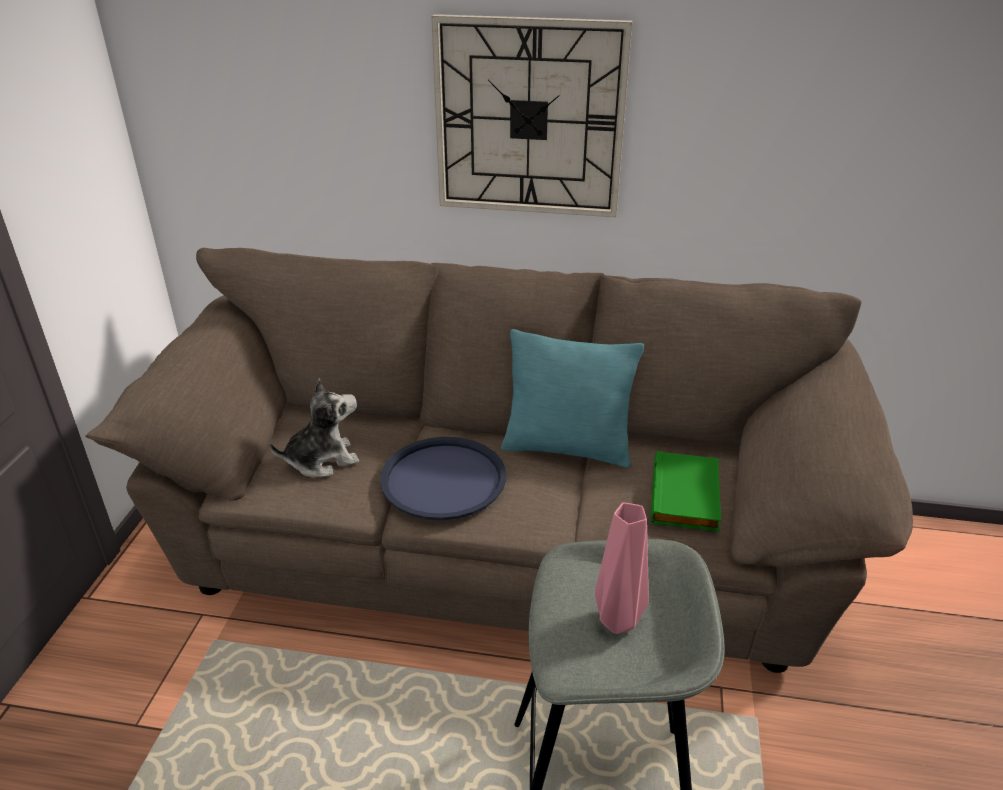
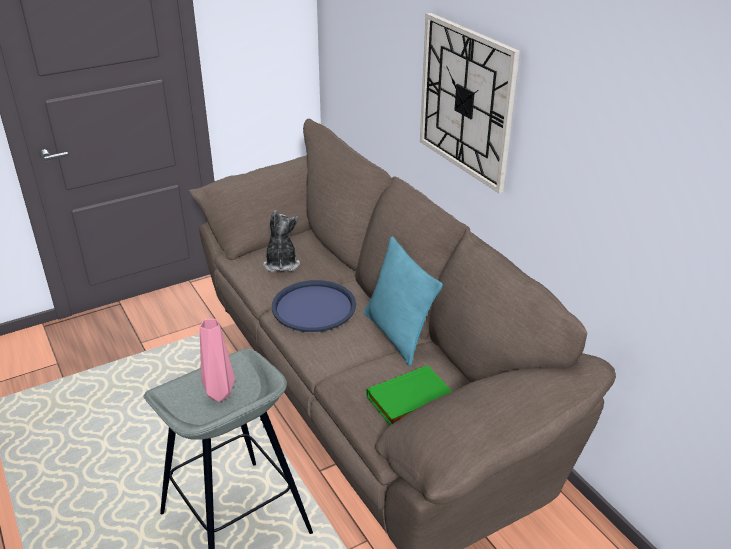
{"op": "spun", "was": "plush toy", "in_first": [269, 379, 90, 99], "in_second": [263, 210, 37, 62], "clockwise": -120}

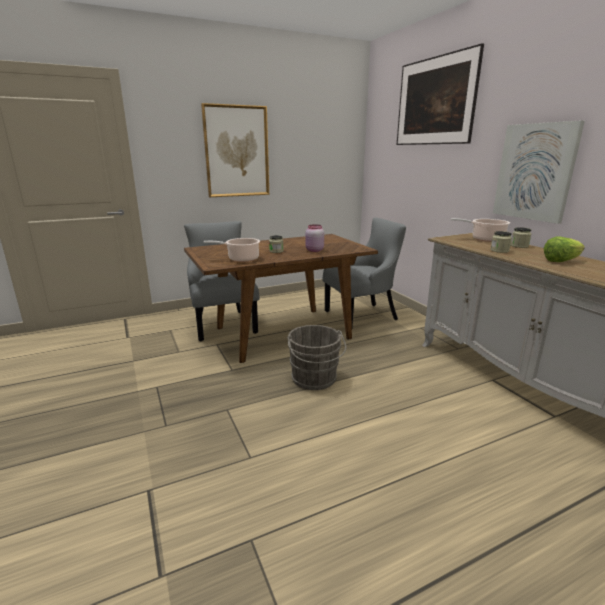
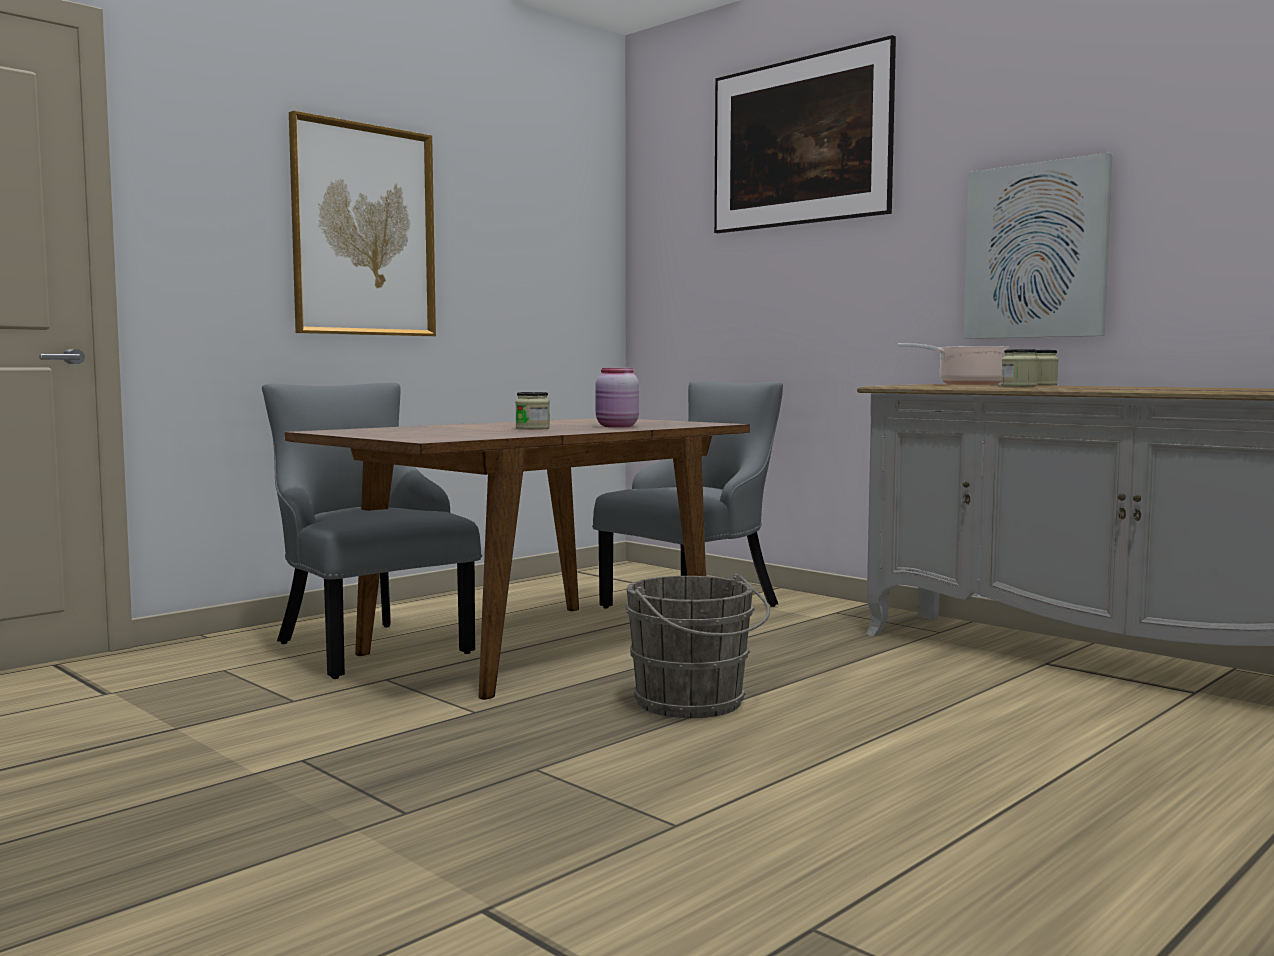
{"op": "missing", "was": "cooking pot", "in_first": [204, 238, 56, 24]}
{"op": "missing", "was": "lettuce", "in_first": [544, 237, 41, 25]}

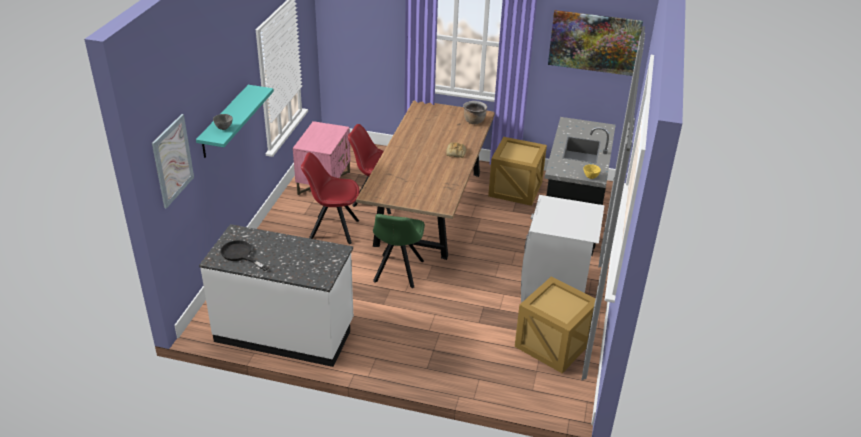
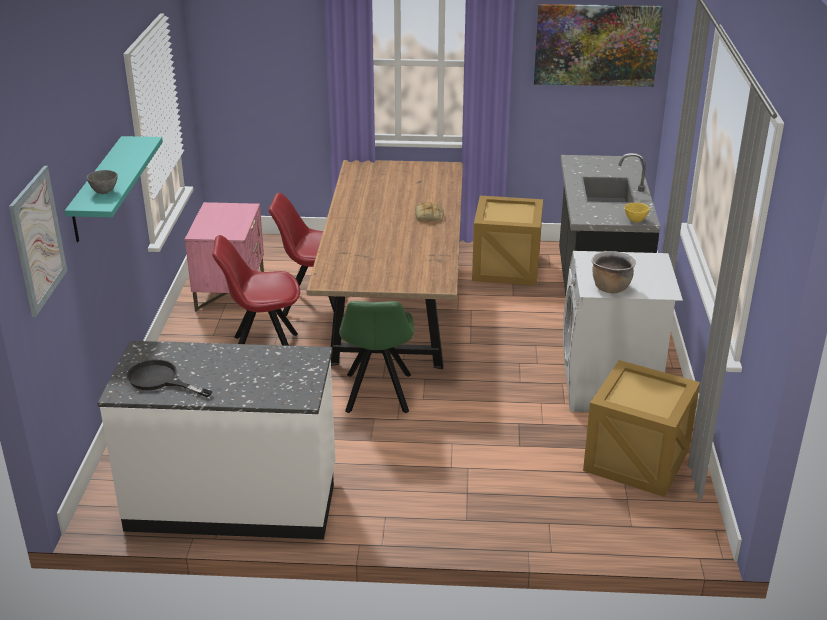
{"op": "relocated", "was": "cooking pot (brown)", "in_first": [463, 101, 24, 23], "in_second": [592, 251, 44, 42]}

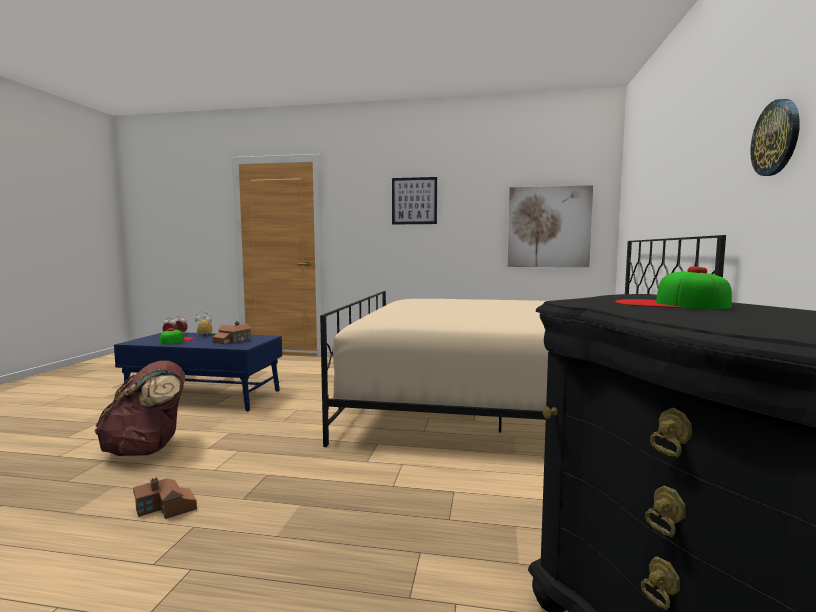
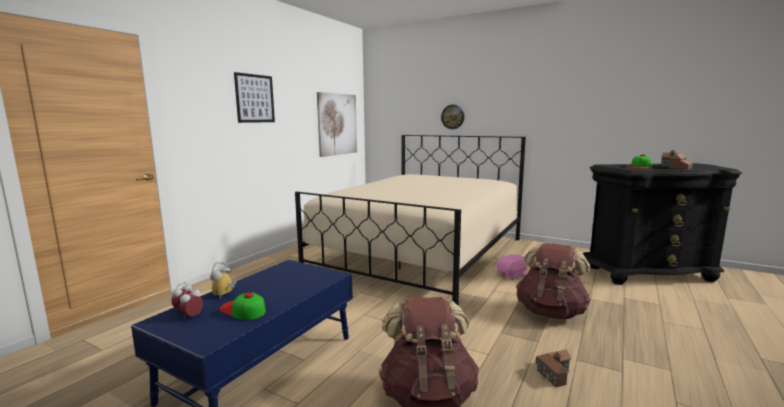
{"op": "relocated", "was": "wall clock", "in_first": [750, 99, 50, 77], "in_second": [441, 105, 23, 24]}
{"op": "appeared", "now": "plush toy (pink)", "in_second": [497, 254, 30, 26]}
{"op": "appeared", "now": "backpack (brown)", "in_second": [516, 243, 75, 76]}
{"op": "relocated", "was": "toy house", "in_first": [213, 321, 38, 23], "in_second": [661, 150, 32, 20]}

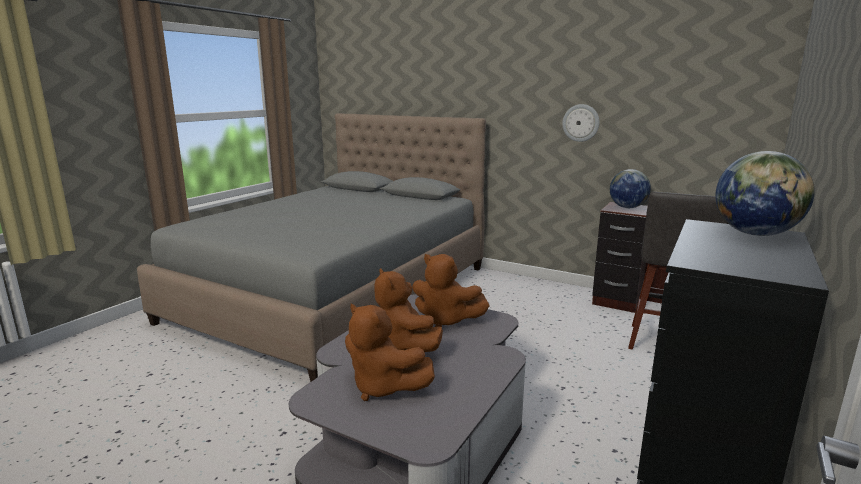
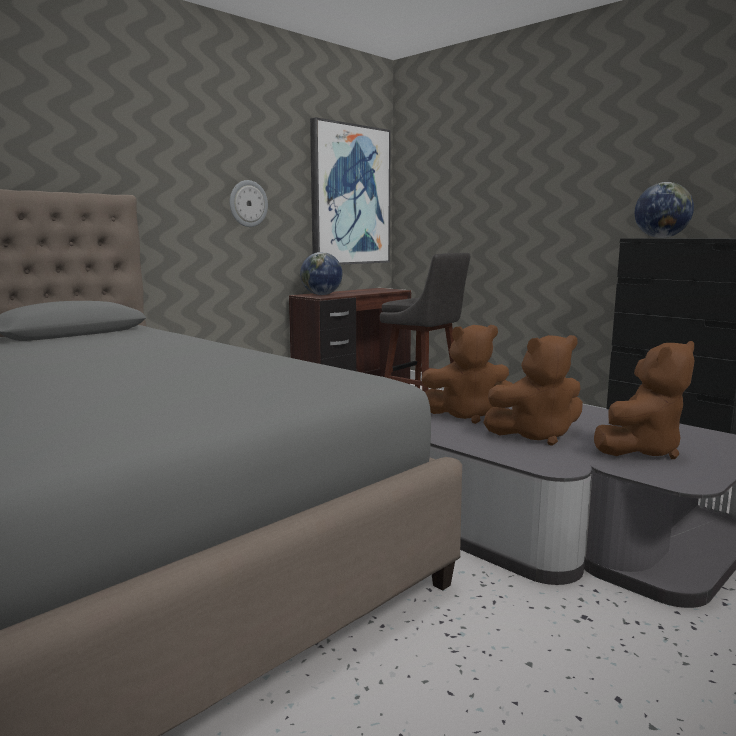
{"op": "appeared", "now": "picture", "in_second": [310, 117, 81, 148]}
{"op": "spun", "was": "plush toy (brown)", "in_first": [412, 254, 78, 73], "in_second": [421, 325, 92, 99], "clockwise": 45}

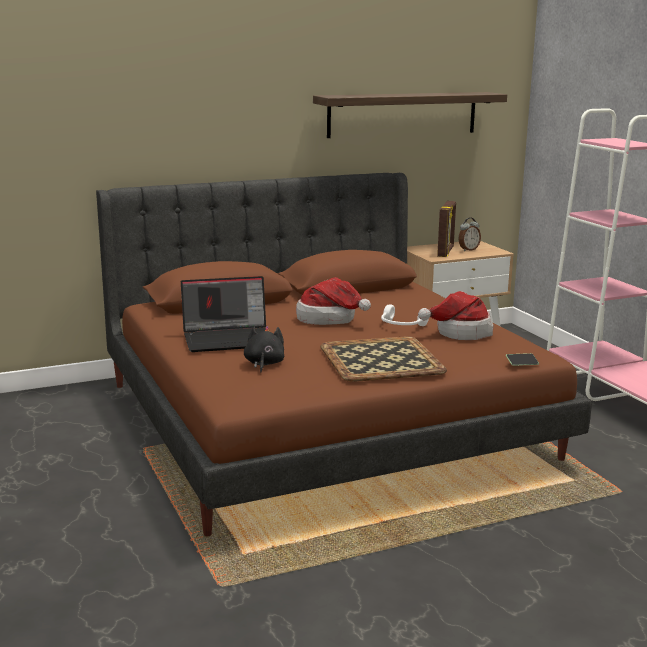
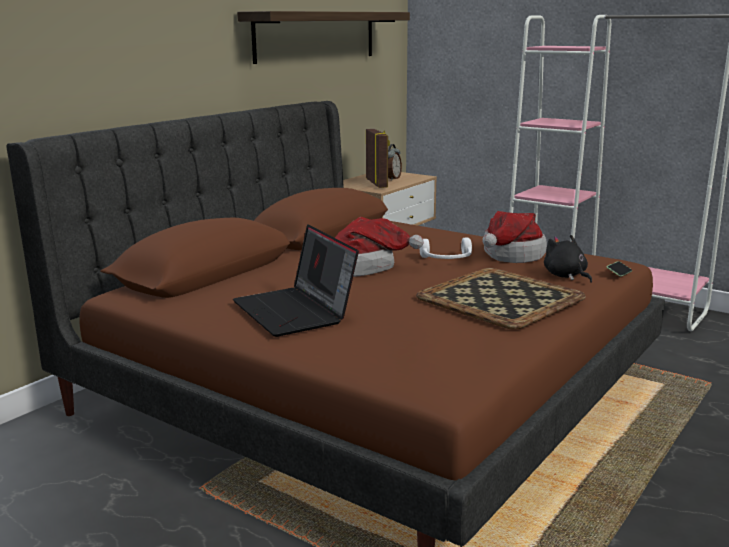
{"op": "spun", "was": "laptop", "in_first": [181, 276, 85, 76], "in_second": [233, 225, 126, 112], "clockwise": 105}
{"op": "relocated", "was": "plush toy (black)", "in_first": [244, 326, 40, 46], "in_second": [544, 235, 48, 48]}

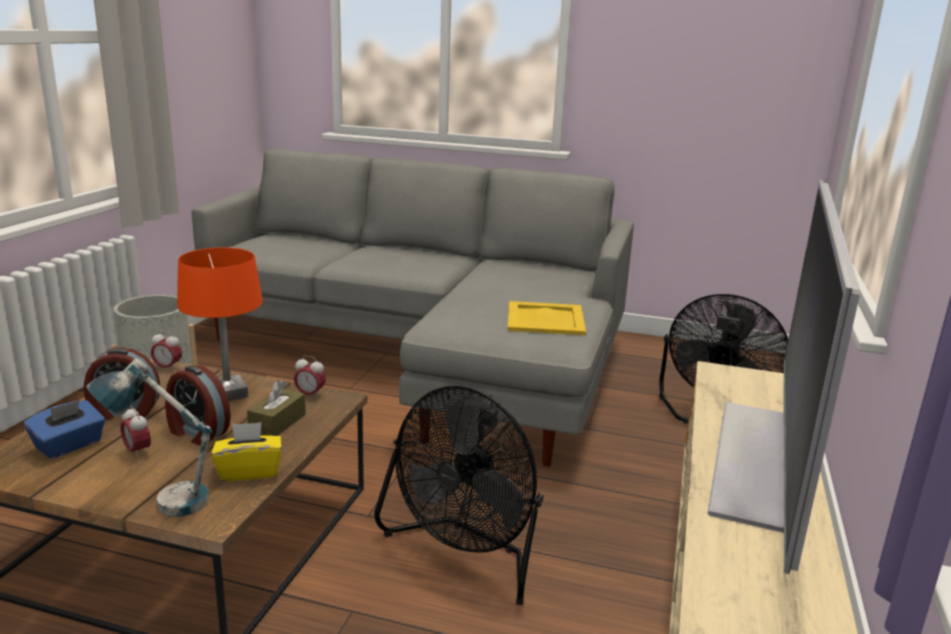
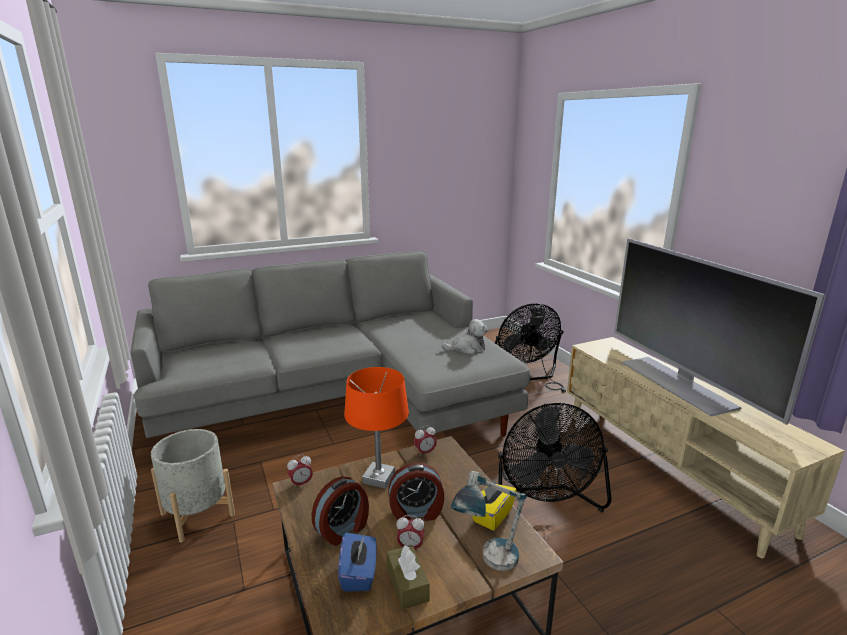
{"op": "relocated", "was": "tissue box (brown)", "in_first": [247, 380, 59, 56], "in_second": [387, 545, 43, 65]}
{"op": "exchanged", "was": "tray (yellow)", "now": "plush toy", "in_first": [508, 301, 78, 34], "in_second": [442, 319, 46, 35]}

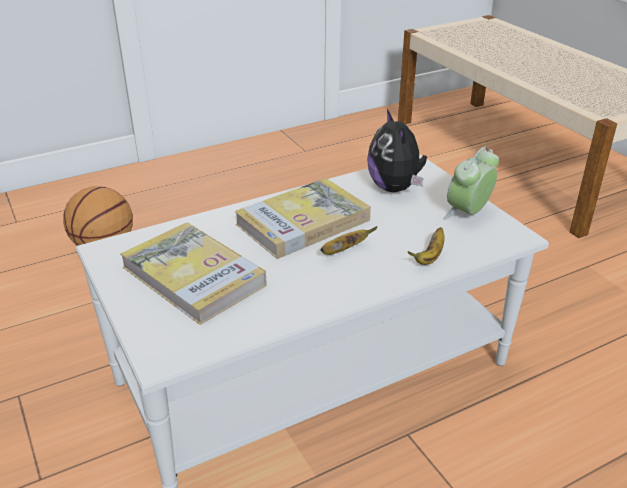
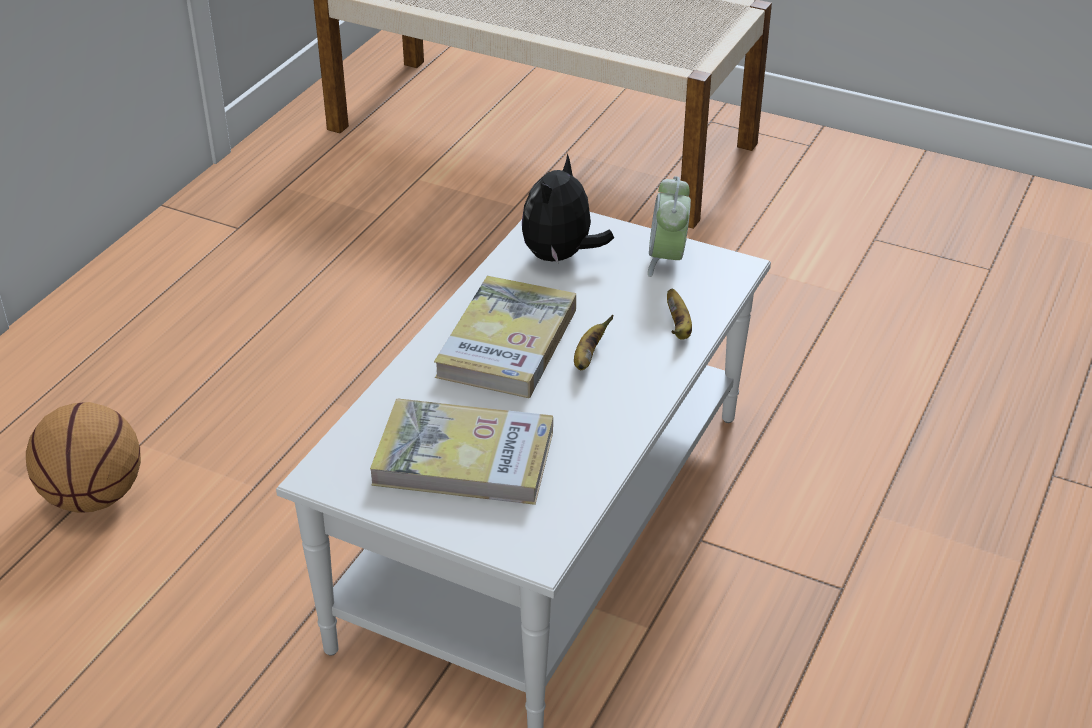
{"op": "spun", "was": "plush toy", "in_first": [367, 109, 60, 83], "in_second": [522, 153, 92, 112], "clockwise": 75}

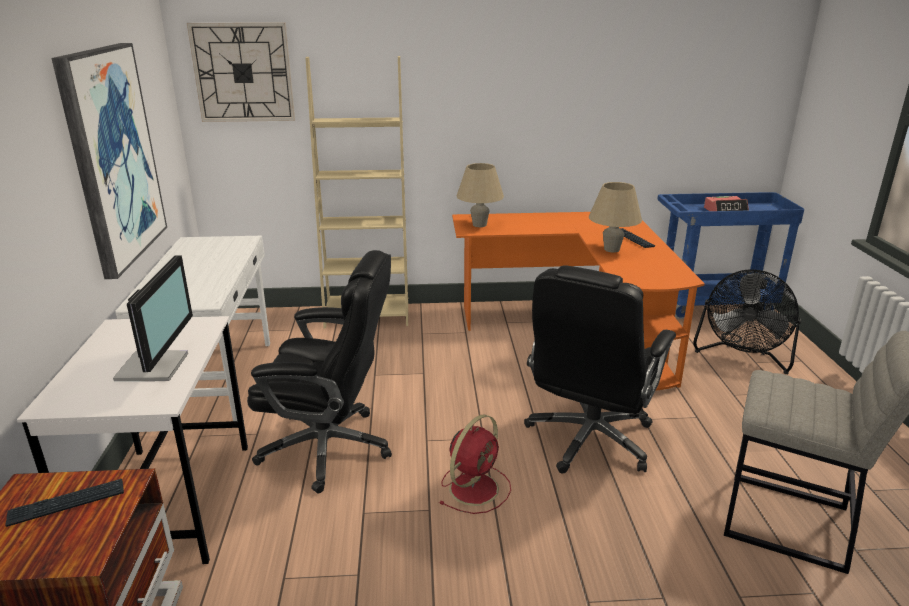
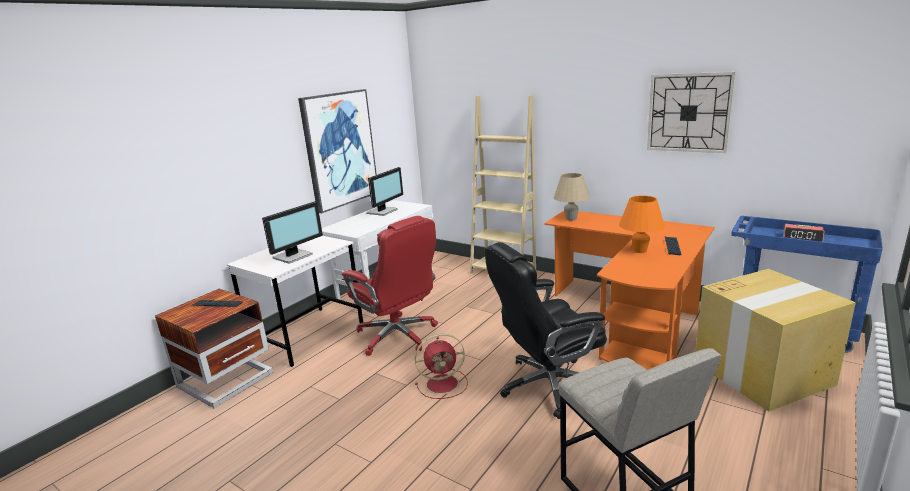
{"op": "colour", "was": "office chair (black)", "now": "office chair (red)", "in_first": [247, 250, 145, 244], "in_second": [342, 216, 96, 140]}
{"op": "appeared", "now": "monitor", "in_second": [366, 167, 37, 49]}
{"op": "colour", "was": "table lamp (beige)", "now": "table lamp (orange)", "in_first": [589, 182, 53, 71], "in_second": [619, 195, 46, 58]}
{"op": "relocated", "was": "wall clock", "in_first": [187, 22, 108, 100], "in_second": [647, 72, 89, 81]}
{"op": "exchanged", "was": "fan (black)", "now": "cardboard box", "in_first": [694, 269, 107, 105], "in_second": [696, 269, 160, 142]}

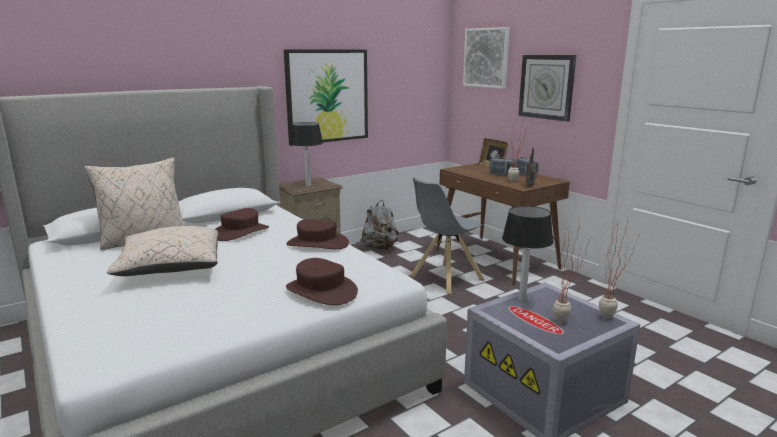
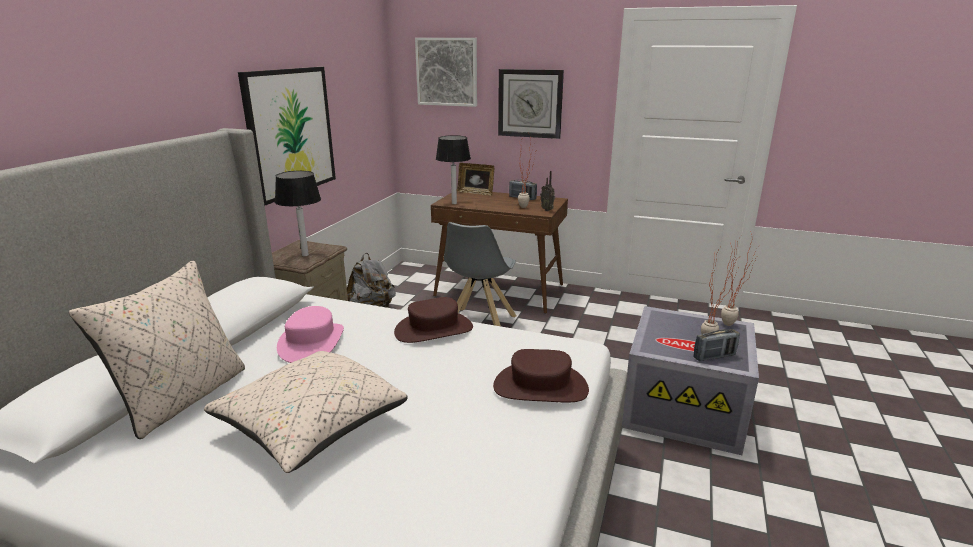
{"op": "colour", "was": "hat (brown)", "now": "hat (pink)", "in_first": [215, 208, 54, 33], "in_second": [277, 306, 67, 57]}
{"op": "relocated", "was": "table lamp", "in_first": [502, 206, 51, 95], "in_second": [436, 135, 35, 69]}
{"op": "relocated", "was": "radio", "in_first": [489, 157, 29, 18], "in_second": [694, 329, 46, 32]}

